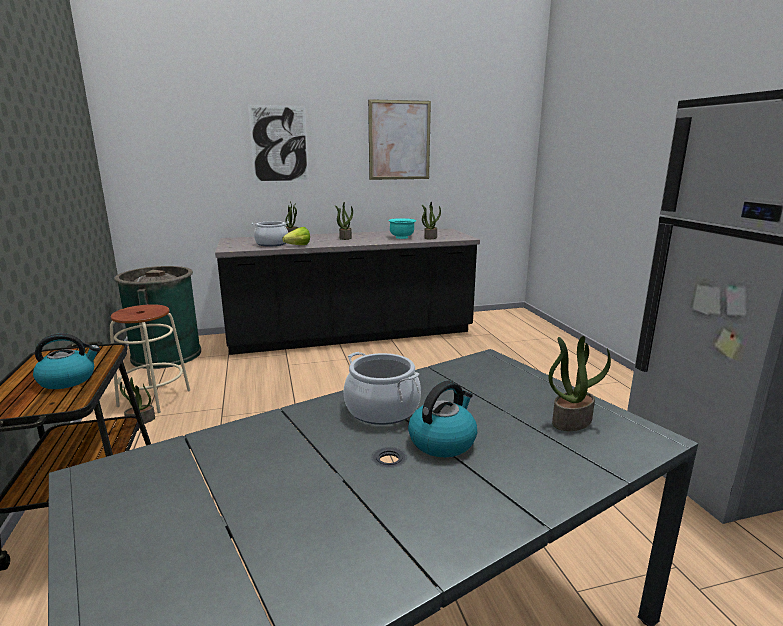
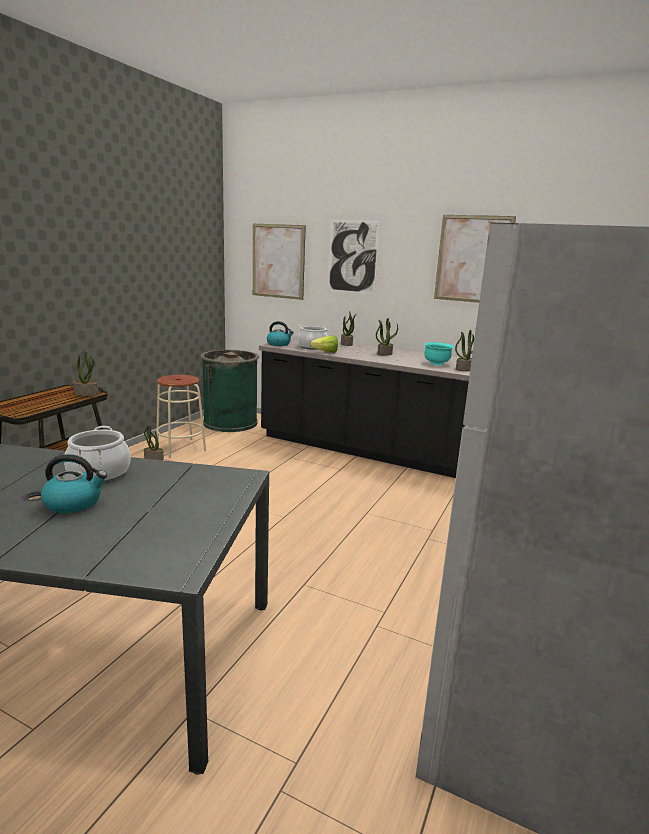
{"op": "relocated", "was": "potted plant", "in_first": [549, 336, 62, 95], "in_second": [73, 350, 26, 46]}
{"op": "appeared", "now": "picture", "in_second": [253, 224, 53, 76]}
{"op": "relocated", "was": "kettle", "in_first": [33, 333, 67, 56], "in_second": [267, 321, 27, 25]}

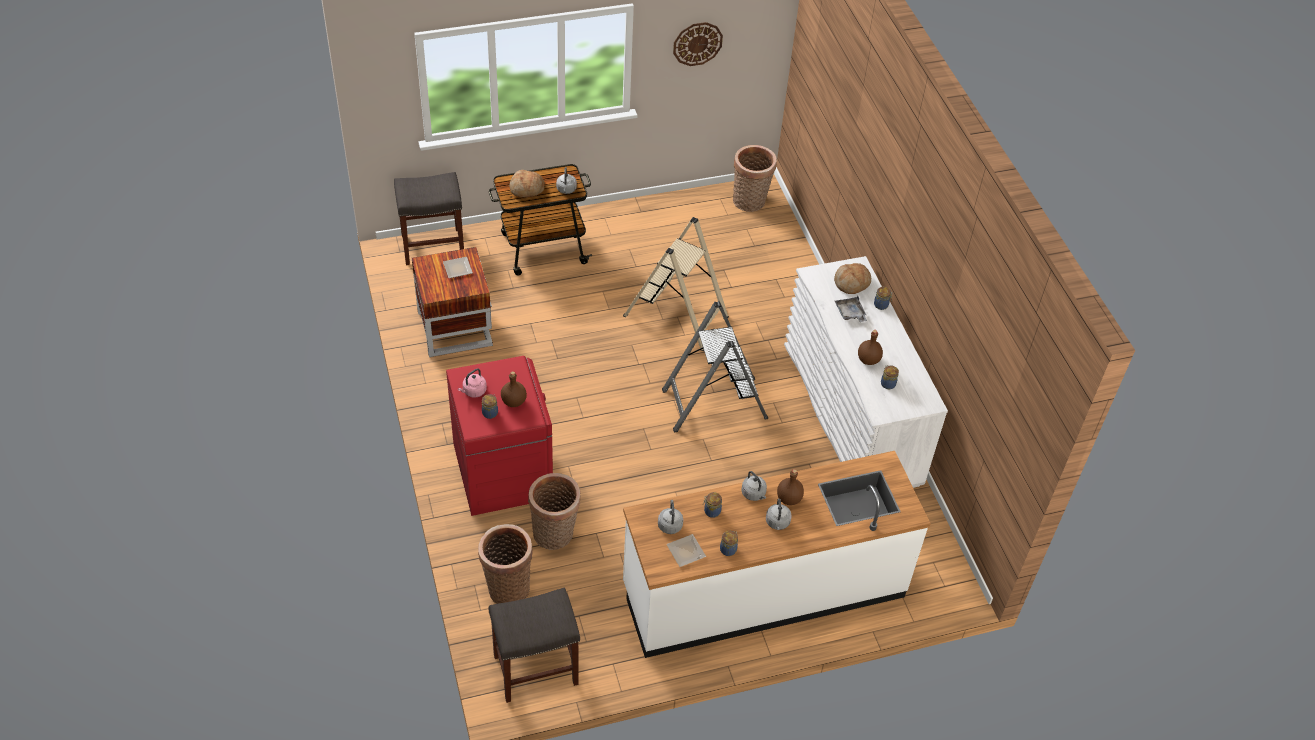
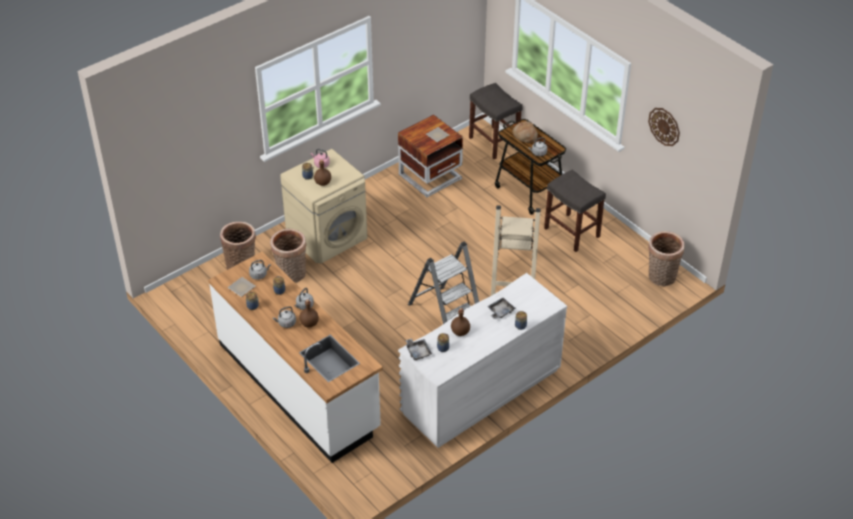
{"op": "colour", "was": "washing machine (red)", "now": "washing machine (beige)", "in_first": [446, 356, 107, 160], "in_second": [280, 149, 87, 115]}
{"op": "appeared", "now": "tray (grey)", "in_second": [406, 338, 26, 22]}
{"op": "relocated", "was": "stool (grey)", "in_first": [488, 588, 92, 115], "in_second": [544, 170, 62, 82]}
{"op": "missing", "was": "bread", "in_first": [834, 263, 37, 31]}

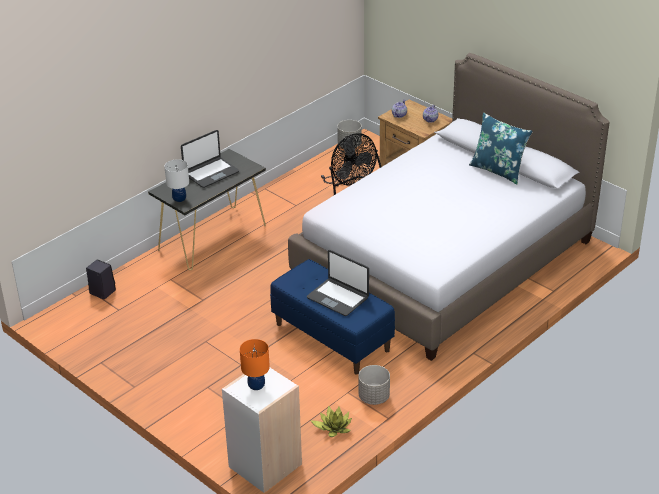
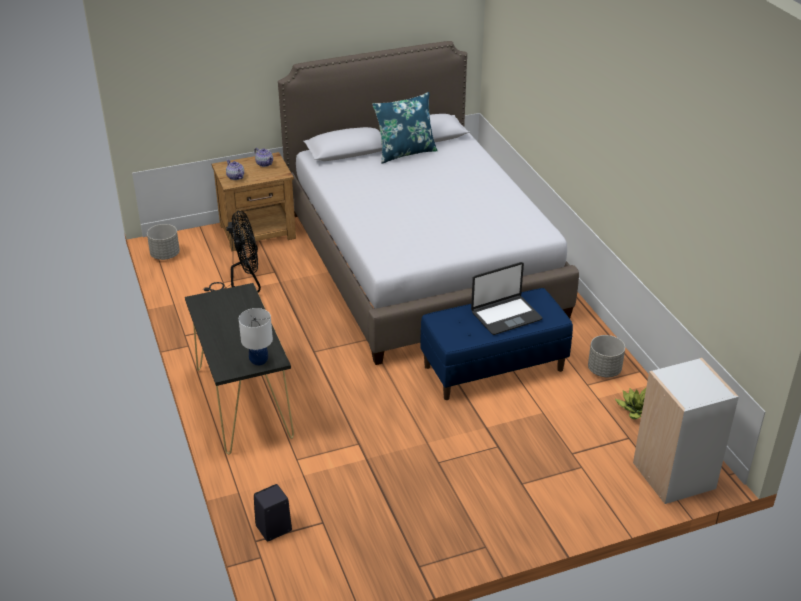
{"op": "missing", "was": "laptop", "in_first": [181, 130, 58, 58]}
{"op": "missing", "was": "table lamp (orange)", "in_first": [240, 339, 30, 51]}

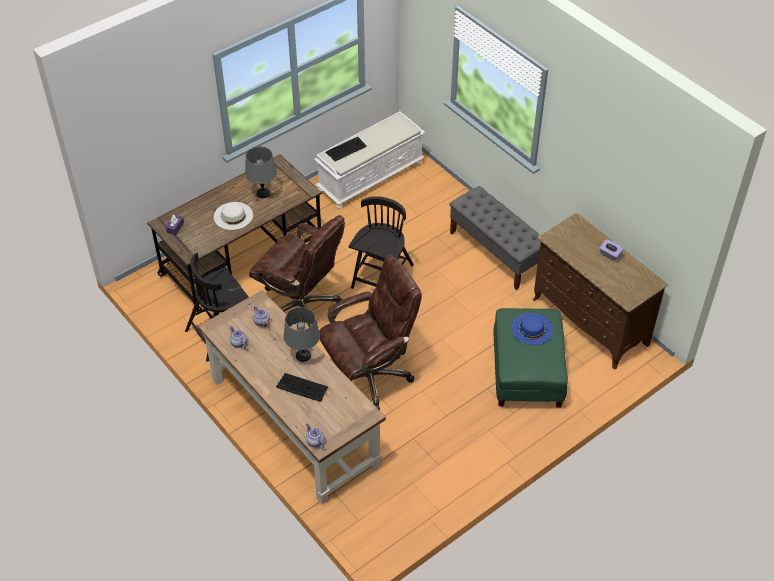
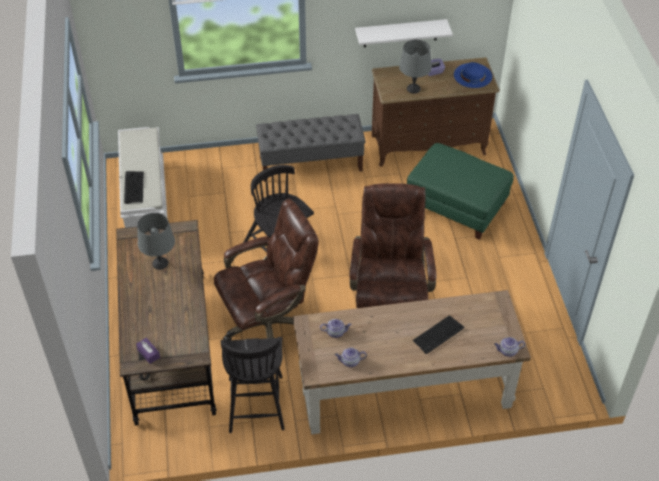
{"op": "appeared", "now": "shelf (white)", "in_second": [355, 19, 98, 28]}
{"op": "relocated", "was": "table lamp (grey)", "in_first": [284, 307, 36, 55], "in_second": [399, 40, 33, 54]}
{"op": "relocated", "was": "hat (blue)", "in_first": [511, 313, 42, 32], "in_second": [454, 62, 38, 26]}
{"op": "missing", "was": "hat (white)", "in_first": [214, 202, 39, 28]}

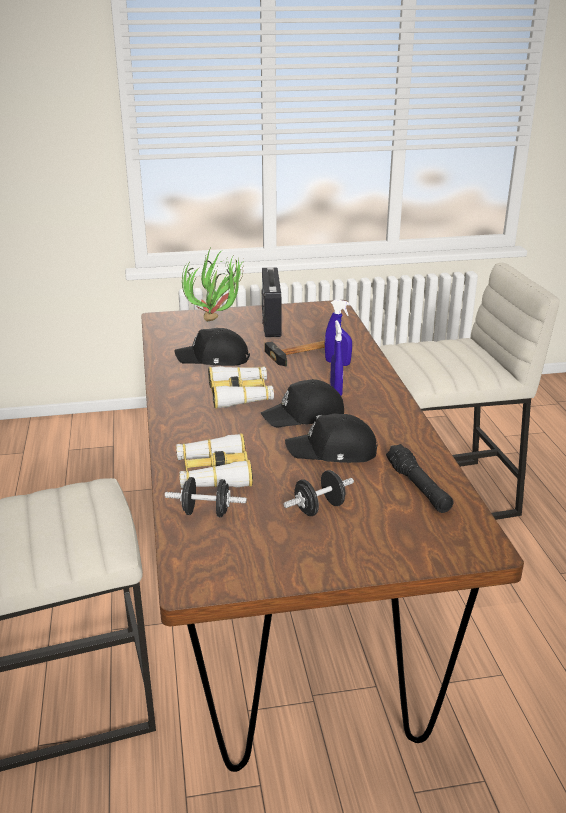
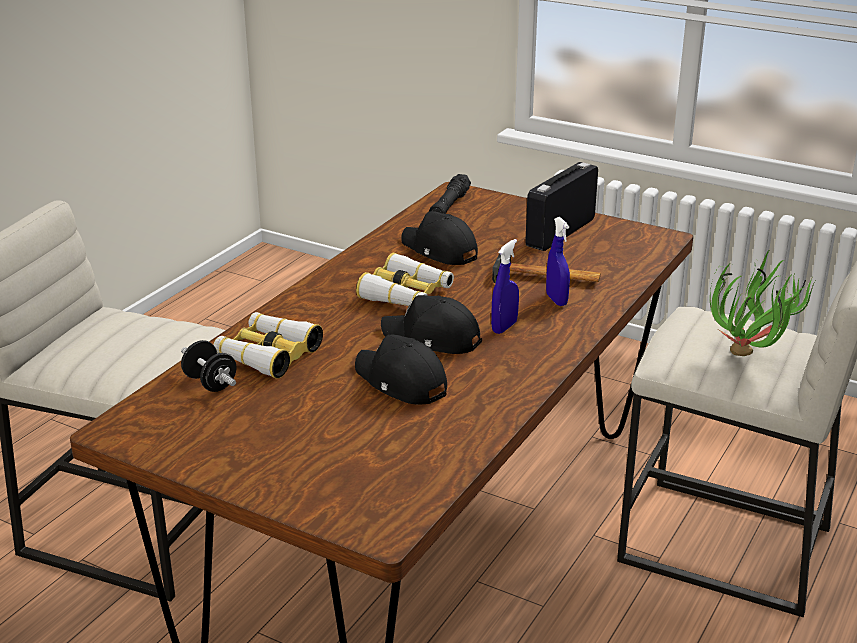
{"op": "relocated", "was": "flashlight (black)", "in_first": [386, 444, 67, 69], "in_second": [429, 174, 42, 40]}
{"op": "relocated", "was": "potted plant", "in_first": [182, 246, 62, 75], "in_second": [710, 251, 105, 105]}
{"op": "missing", "was": "dumbbell (black)", "in_first": [283, 470, 71, 46]}

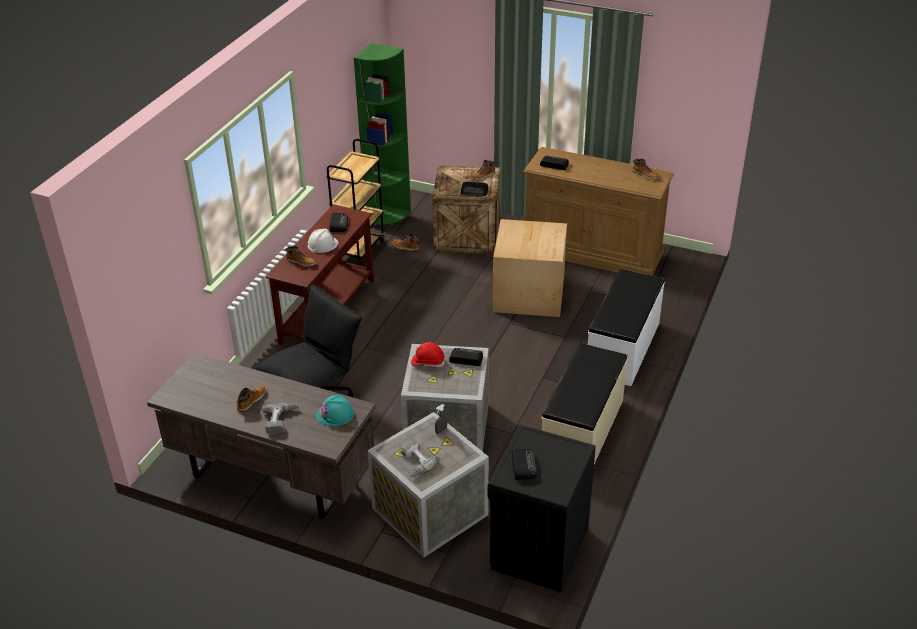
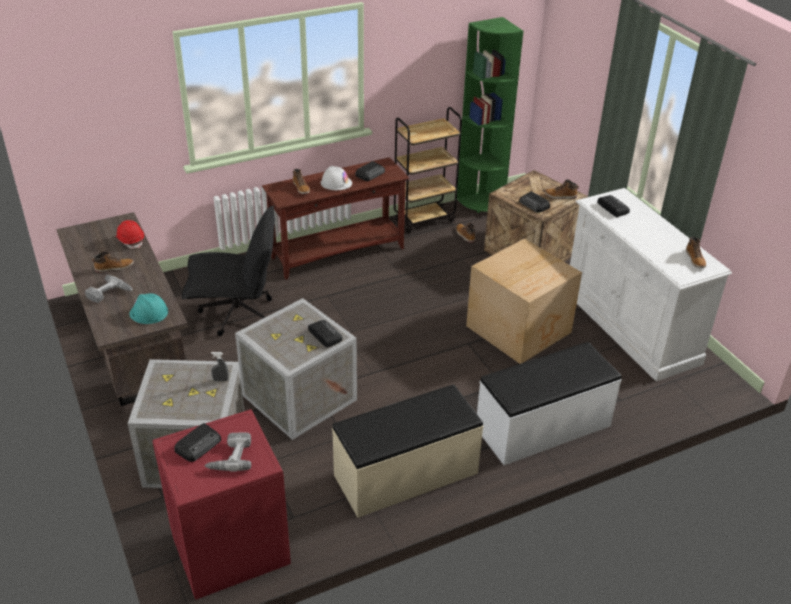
{"op": "relocated", "was": "hard hat (red)", "in_first": [411, 342, 34, 25], "in_second": [116, 220, 28, 29]}
{"op": "colour", "was": "washing machine (black)", "now": "washing machine (red)", "in_first": [487, 425, 109, 167], "in_second": [152, 409, 139, 191]}
{"op": "relocated", "was": "power drill", "in_first": [401, 440, 39, 37], "in_second": [204, 433, 47, 39]}
{"op": "colour", "was": "cabinet (brown)", "now": "cabinet (white)", "in_first": [523, 147, 151, 129], "in_second": [570, 188, 162, 193]}

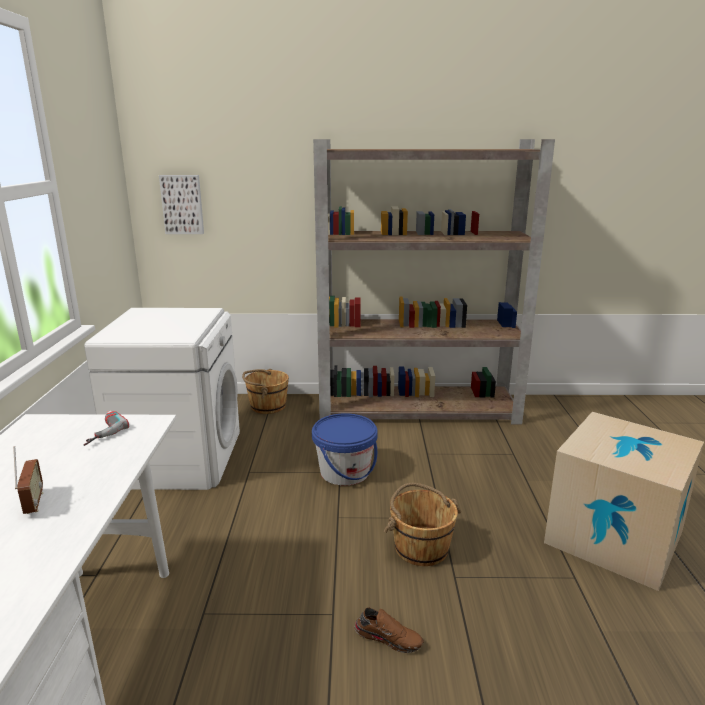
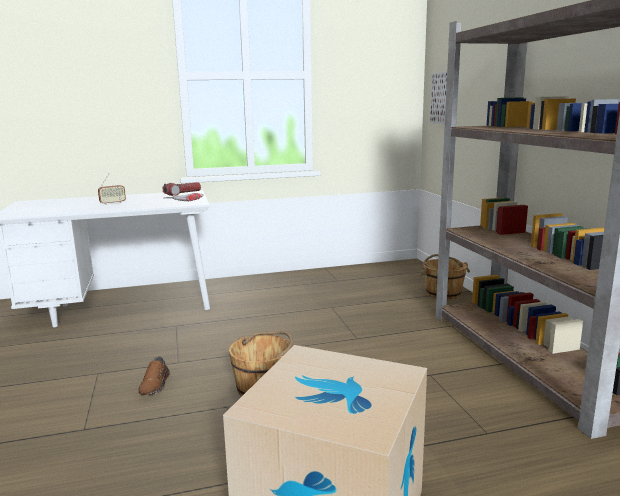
{"op": "appeared", "now": "flashlight", "in_second": [162, 182, 39, 14]}
{"op": "missing", "was": "washing machine (white)", "in_first": [84, 308, 156, 182]}
{"op": "missing", "was": "bucket (blue)", "in_first": [312, 413, 66, 73]}

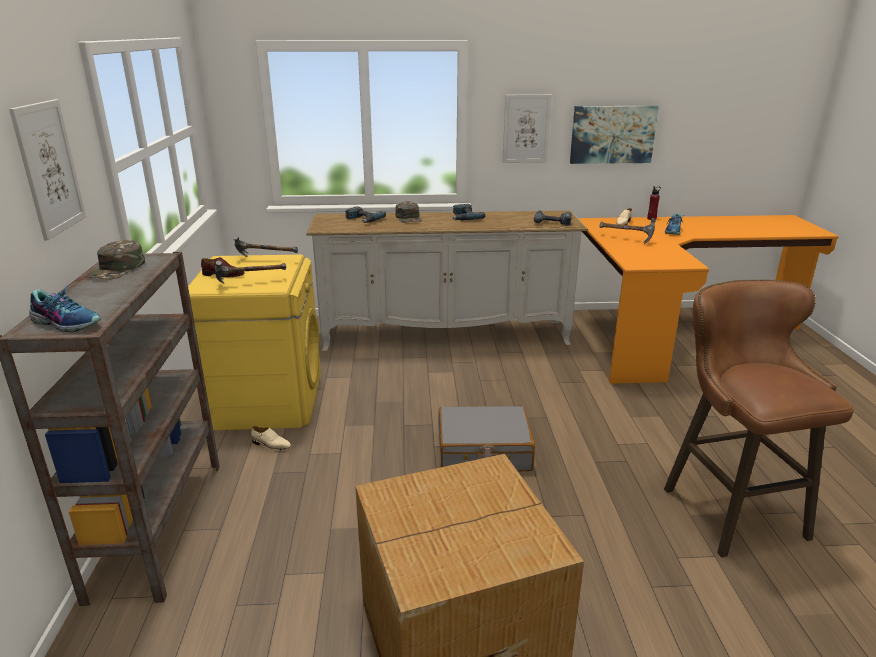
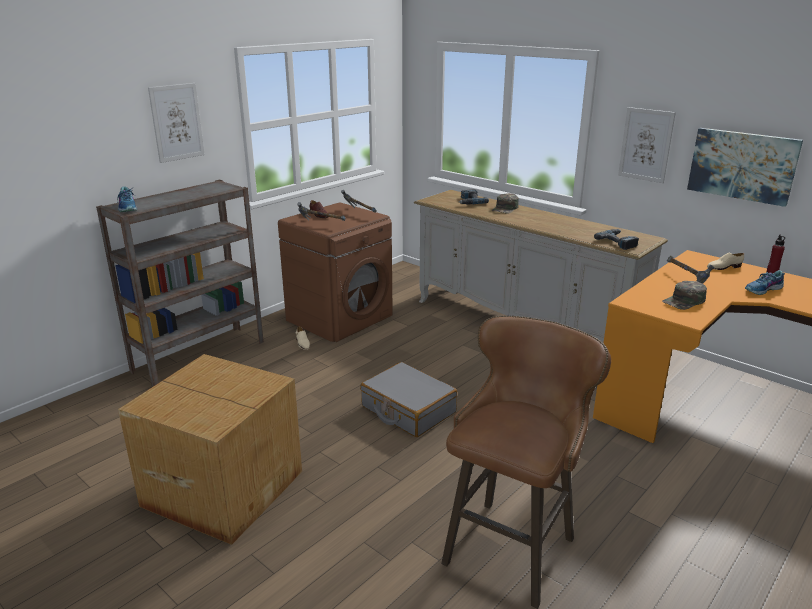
{"op": "colour", "was": "washing machine (yellow)", "now": "washing machine (brown)", "in_first": [188, 254, 133, 176], "in_second": [278, 202, 115, 140]}
{"op": "relocated", "was": "cap (green)", "in_first": [85, 240, 60, 39], "in_second": [662, 281, 45, 29]}
{"op": "missing", "was": "power drill", "in_first": [452, 204, 34, 16]}

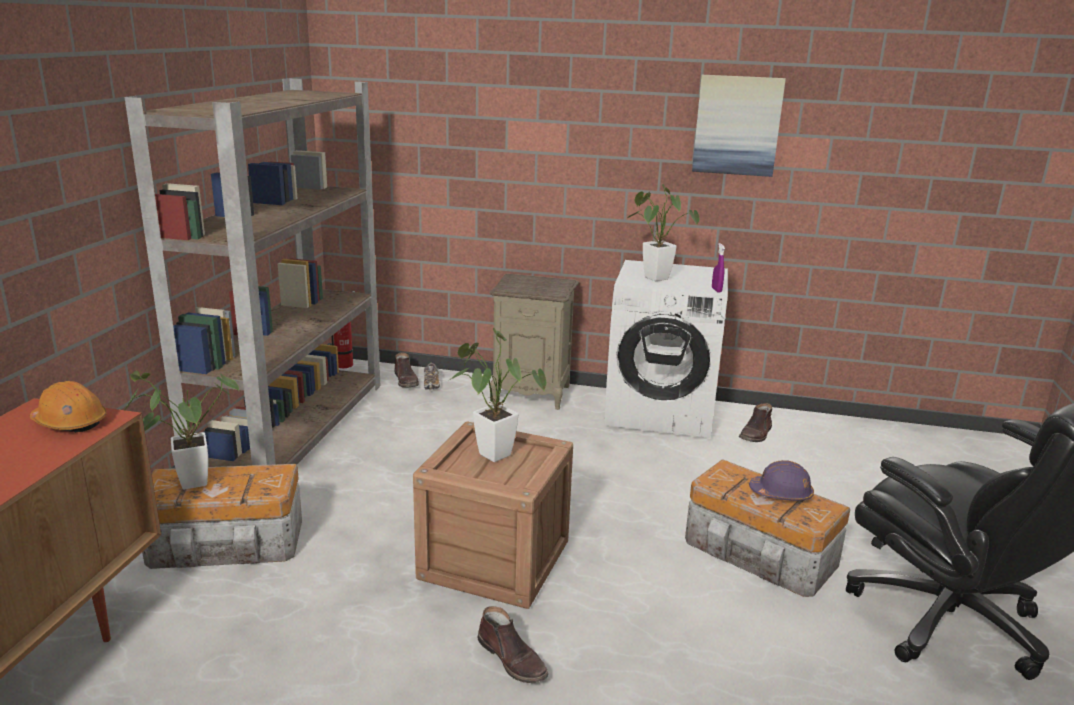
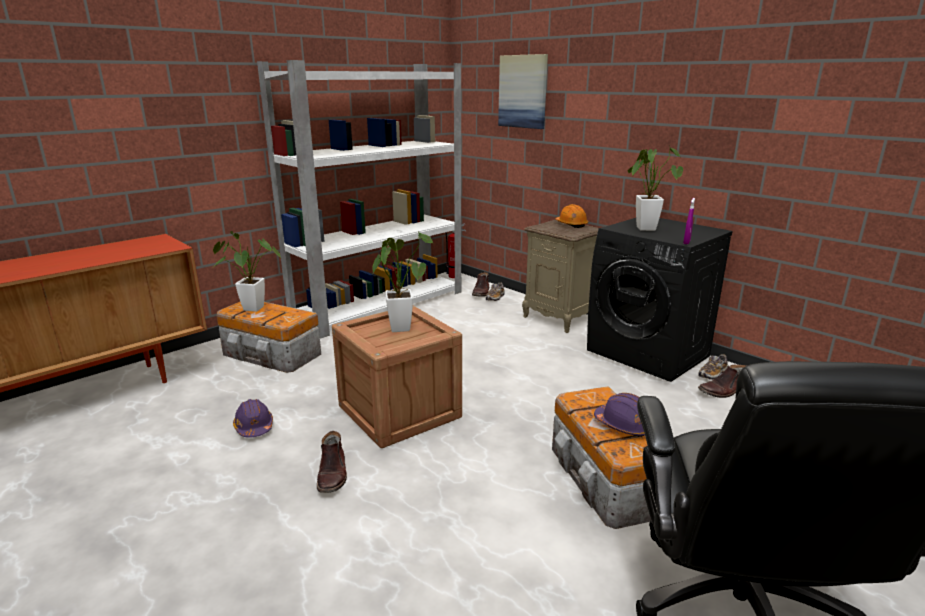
{"op": "appeared", "now": "hard hat (purple)", "in_second": [233, 399, 40, 38]}
{"op": "colour", "was": "bookcase (brown)", "now": "bookcase (white)", "in_first": [125, 78, 256, 389], "in_second": [257, 60, 204, 279]}
{"op": "relocated", "was": "picture", "in_first": [692, 75, 94, 102], "in_second": [498, 54, 50, 75]}
{"op": "relocated", "was": "hard hat (orange)", "in_first": [30, 381, 77, 52], "in_second": [556, 204, 32, 24]}
{"op": "colour", "was": "washing machine (white)", "now": "washing machine (black)", "in_first": [604, 260, 124, 178], "in_second": [587, 218, 146, 164]}
{"op": "appeared", "now": "shoe", "in_second": [698, 354, 30, 26]}

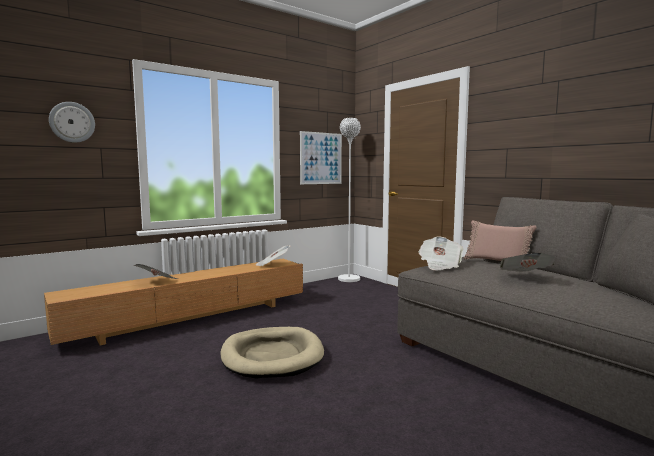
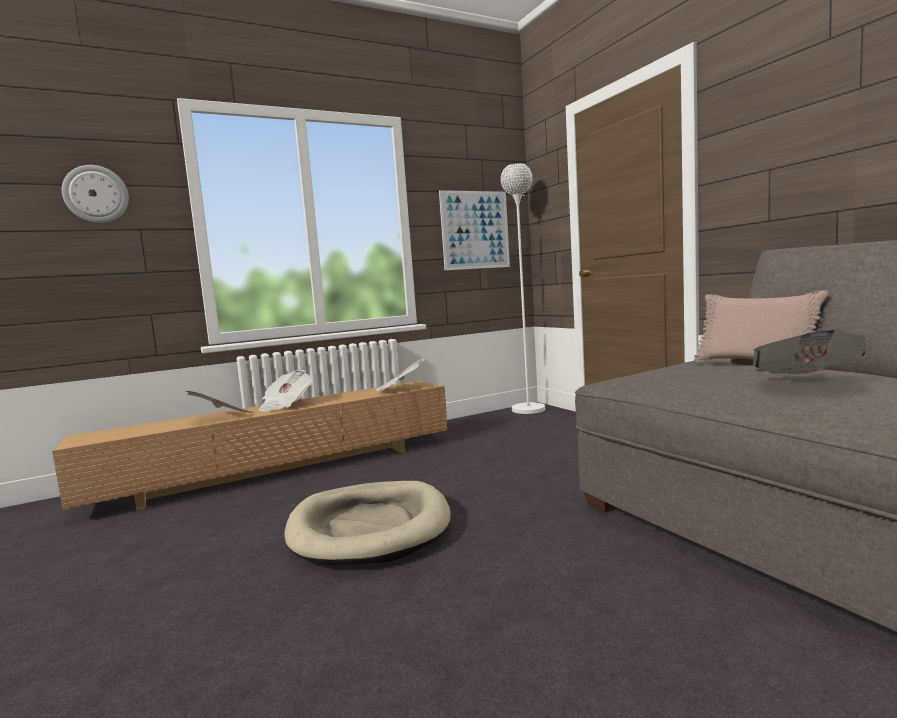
{"op": "relocated", "was": "newspaper", "in_first": [418, 236, 45, 34], "in_second": [259, 370, 54, 42]}

